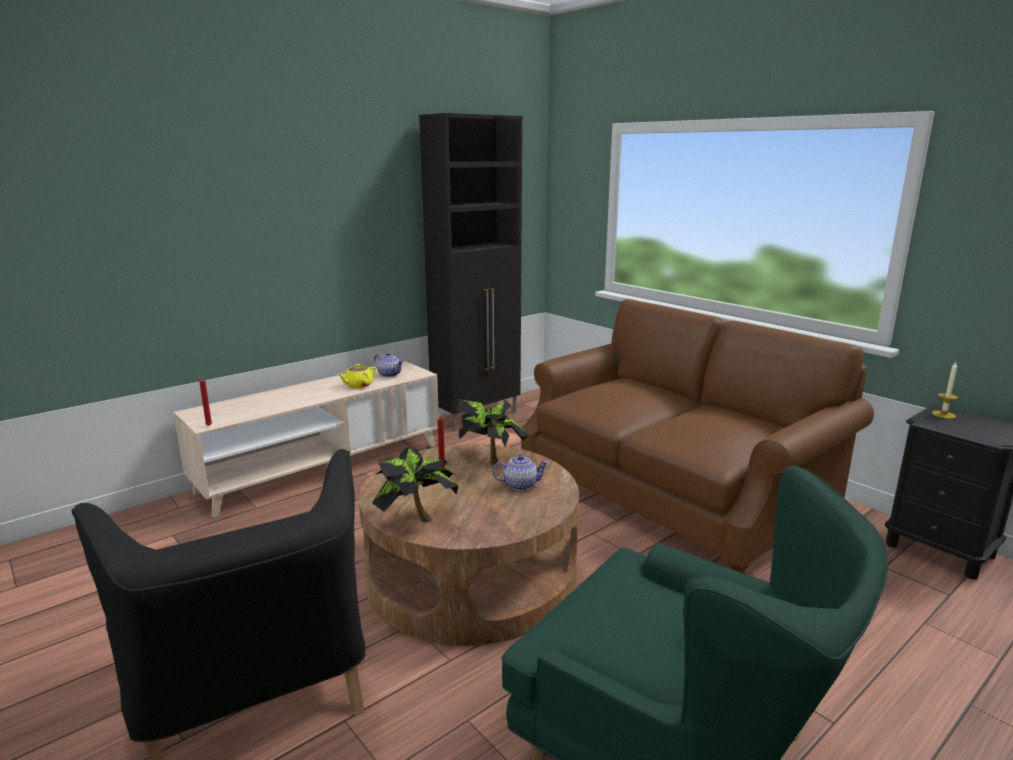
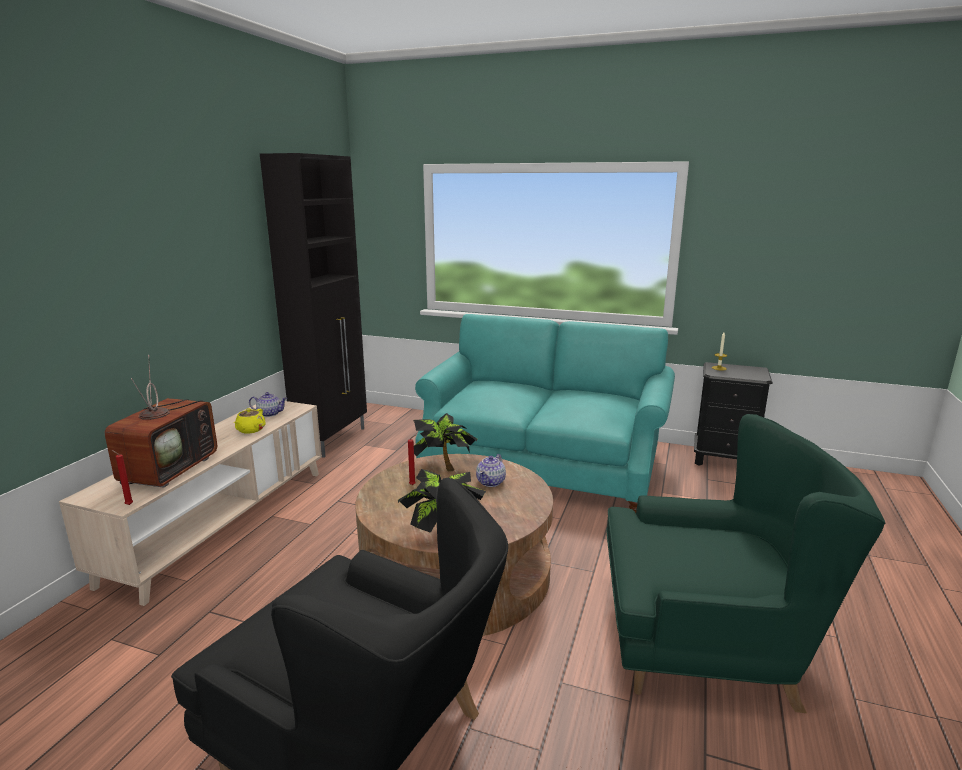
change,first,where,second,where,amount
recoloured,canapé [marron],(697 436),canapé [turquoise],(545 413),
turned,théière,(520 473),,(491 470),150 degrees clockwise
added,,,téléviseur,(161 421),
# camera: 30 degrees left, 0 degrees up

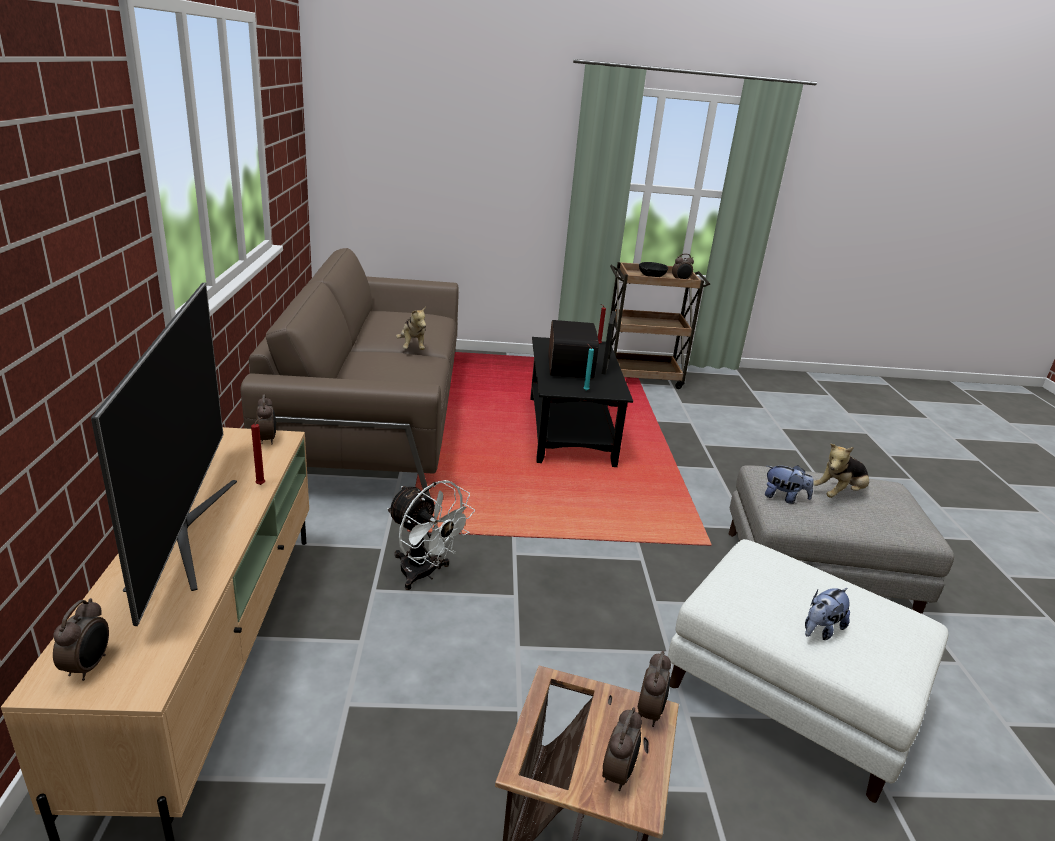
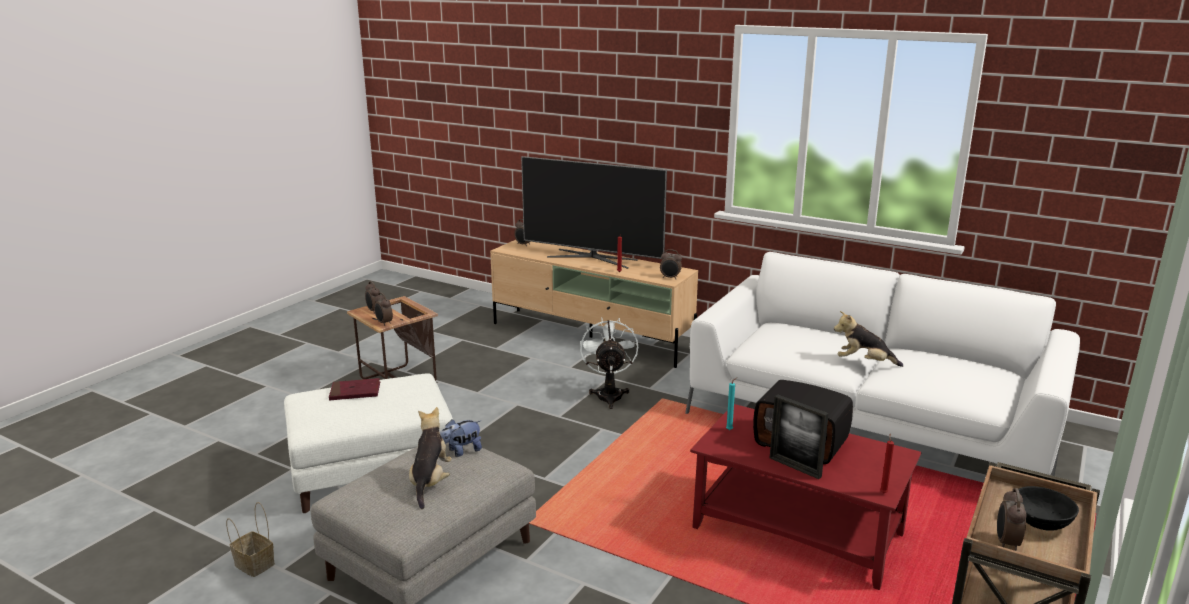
change,first,where,second,where,amount
recoloured,canapé [marron],(350 371),canapé [blanc],(882 366),
recoloured,table basse [noir],(581 402),table basse [rouge],(805 497),
turned,ventilateur [blanc],(431 535),,(609 363),105 degrees clockwise
replaced,peluche,(827 614),livre [rouge],(354 389),
added,,,panier,(250 539),
# camera: 125 degrees right, 5 degrees down

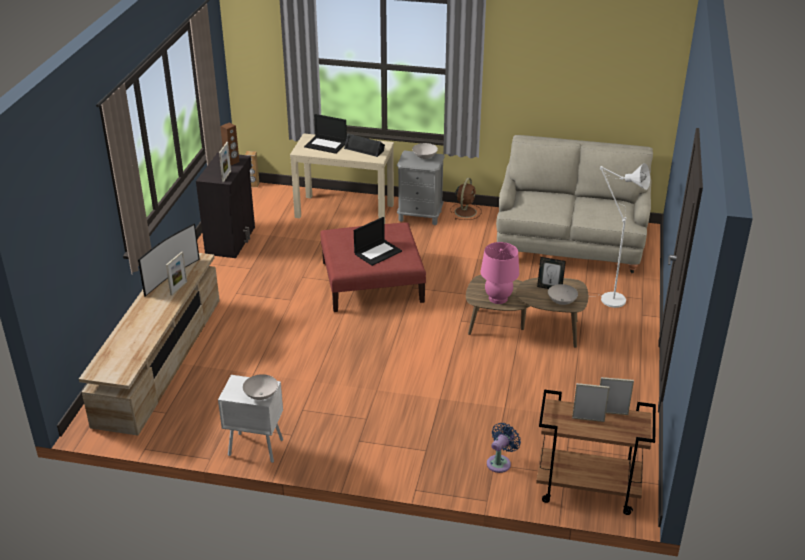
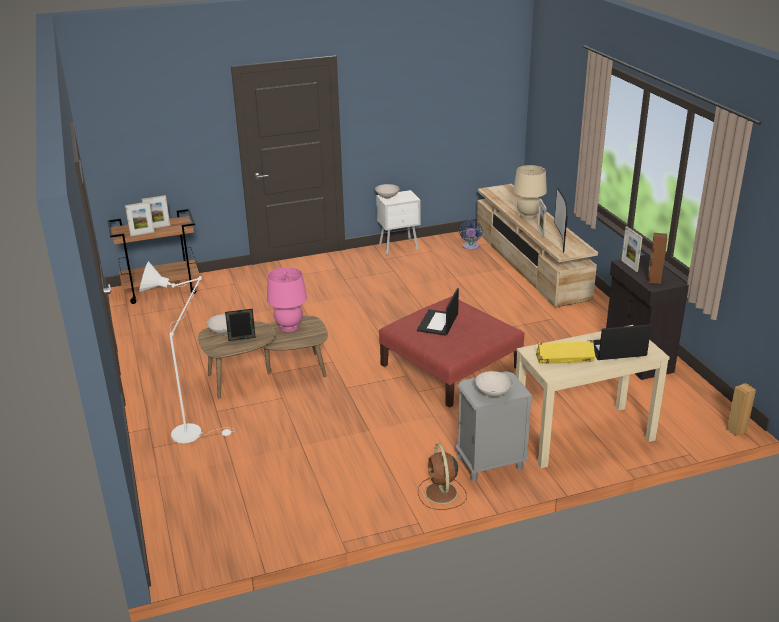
change,first,where,second,where,amount
recoloured,enceinte [noir],(364 145),enceinte [jaune],(565 352),
removed,canapé [beige],(574 204),,,
moved,ventilateur [bleu],(504 448),,(471 235),
added,,,lampe de table [beige],(530 192),
# camera: 150 degrees right, 5 degrees down

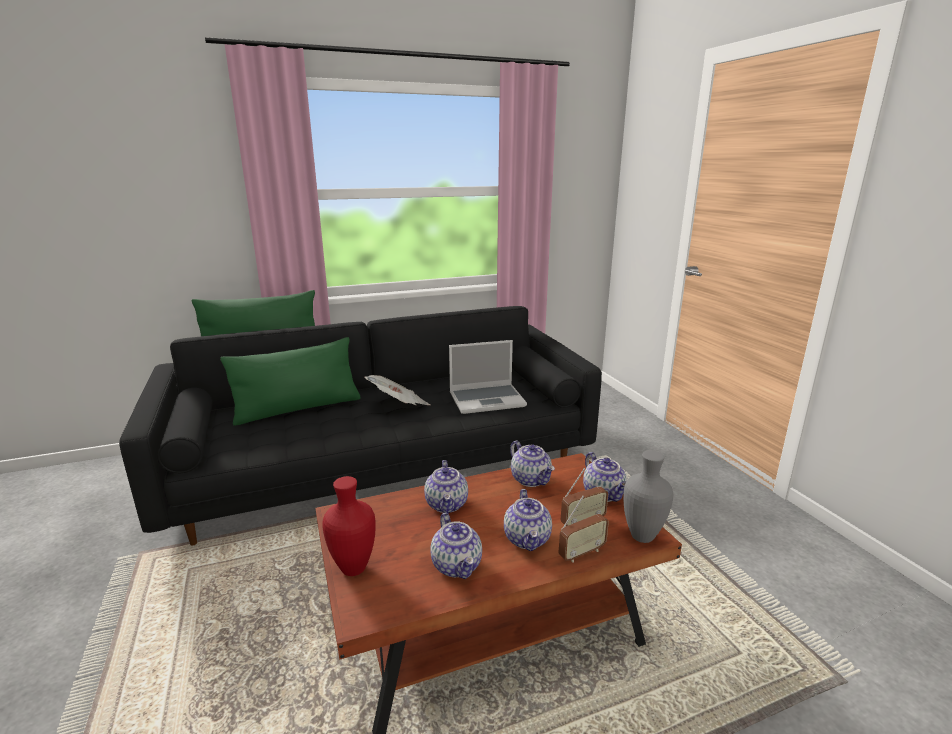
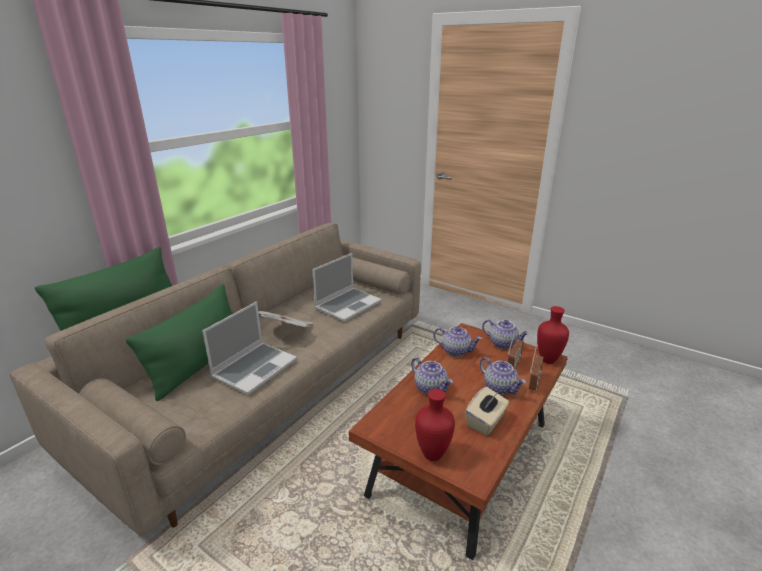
change,first,where,second,where,amount
recoloured,canapé [noir],(360 426),canapé [beige],(215 380),
recoloured,vase [gris],(648 496),vase [rouge],(553 335),
replaced,théière,(456 546),boîte à mouchoirs [beige],(487 411),
added,,,ordinateur portable,(249 348),
# camera: 35 degrees left, 5 degrees up

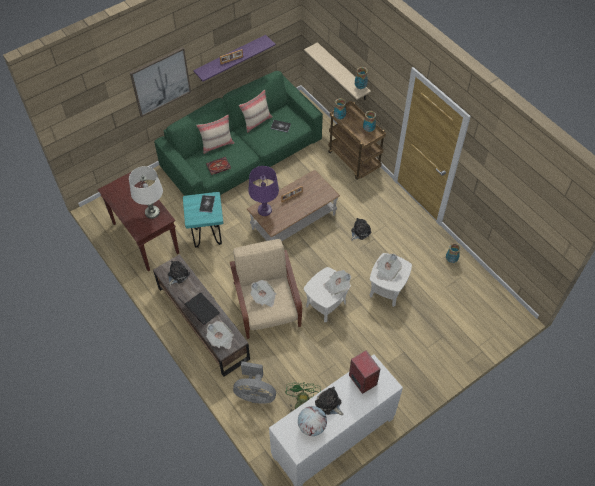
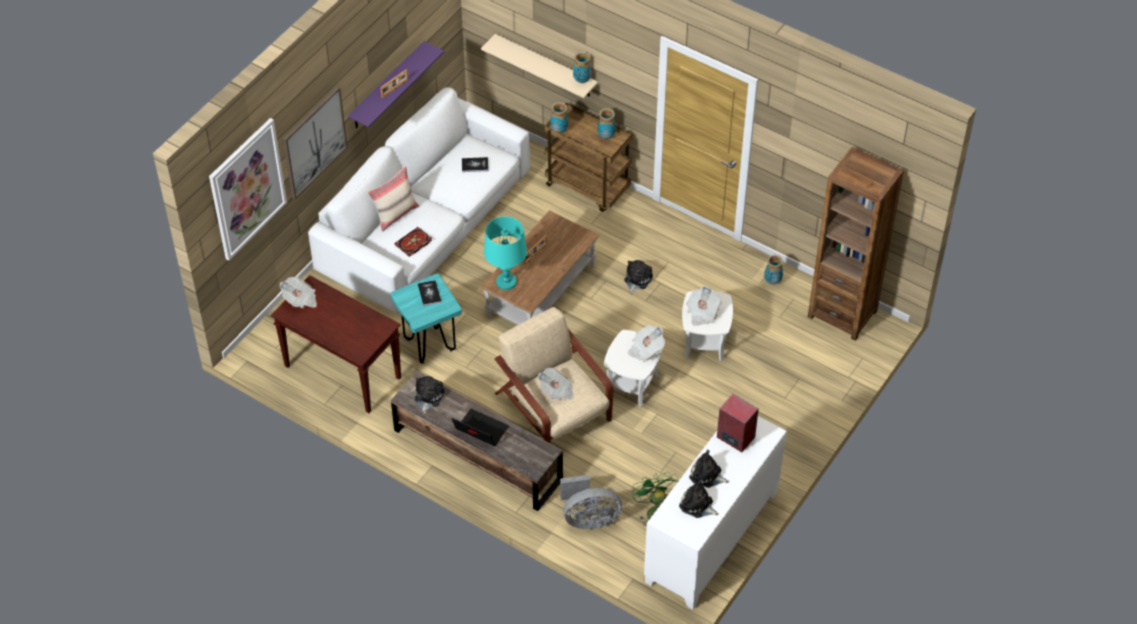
change,first,where,second,where,amount
recoloured,canapé [vert],(238 133),canapé [blanc],(419 200),
removed,coussin [beige],(255 111),,,
removed,lampe de table [blanc],(146 192),,,
recoloured,lampe de table [violet],(263 191),lampe de table [turquoise],(505 253),
moved,journal,(220 335),,(298 292),
replaced,globe,(312 421),peluche,(699 499),
added,,,tableau,(248 189),
added,,,bibliothèque [marron],(856 244),
# camera: 20 degrees left, 5 degrees down

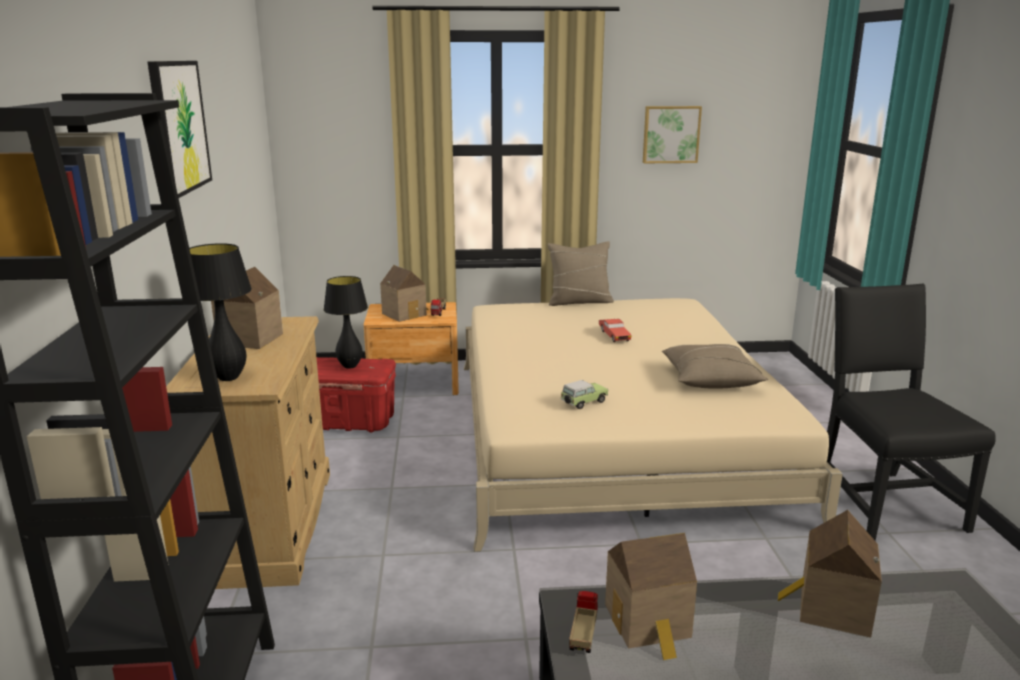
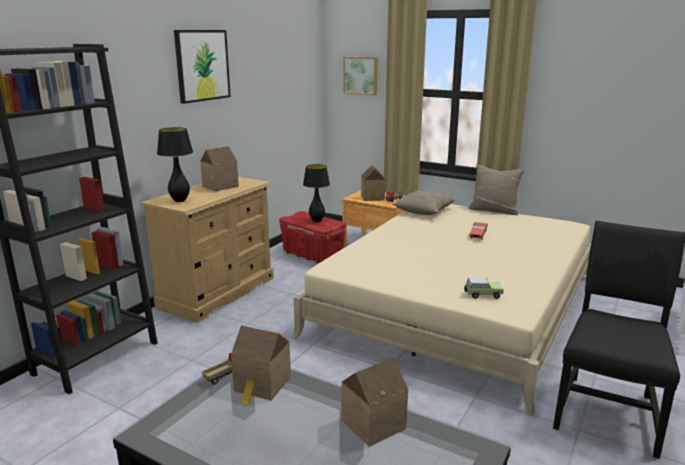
change,first,where,second,where,amount
moved,tableau,(672 134),,(360 76),
moved,coussin [beige],(715 366),,(423 203),
moved,petite voiture,(584 394),,(484 288),
# camera: 35 degrees right, 0 degrees up

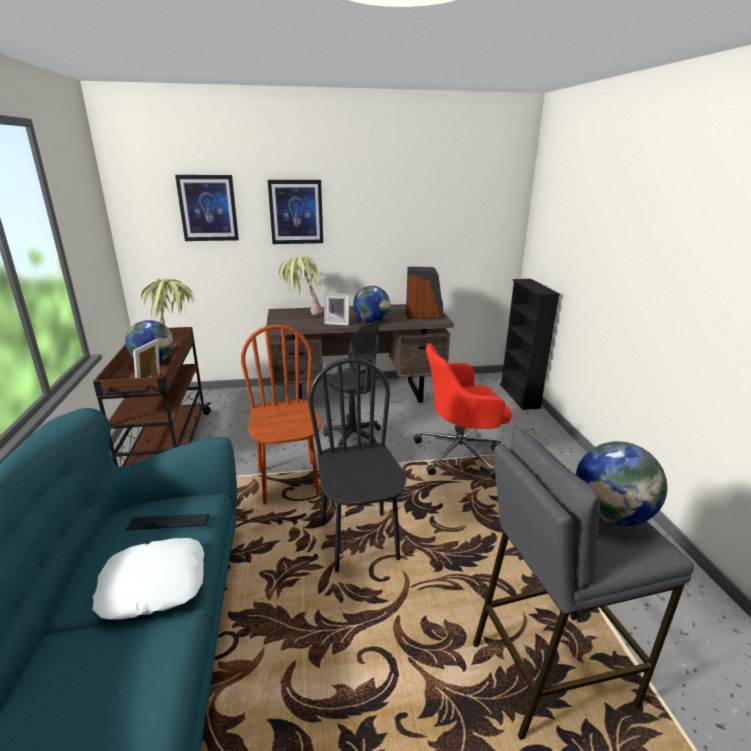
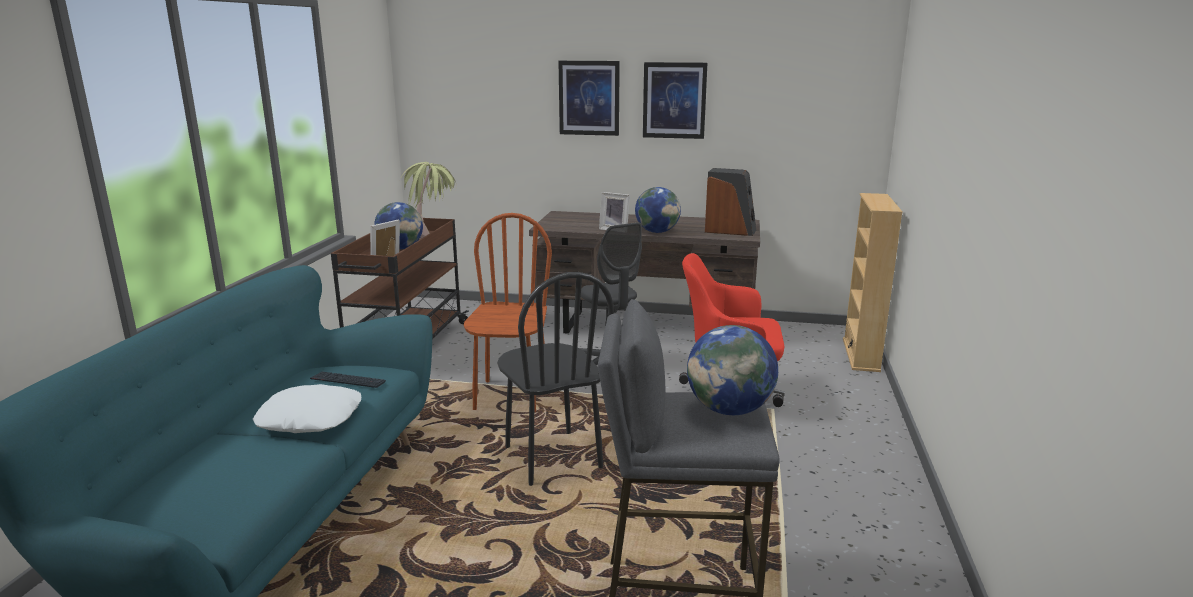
change,first,where,second,where,amount
moved,tableau,(207 208),,(675 100),
removed,plante en pot,(301 286),,,
recoloured,bibliothèque [noir],(530 344),bibliothèque [beige],(873 282),
turned,chaise [noir],(357 465),,(555 379),150 degrees clockwise
# camera: 20 degrees right, 5 degrees down

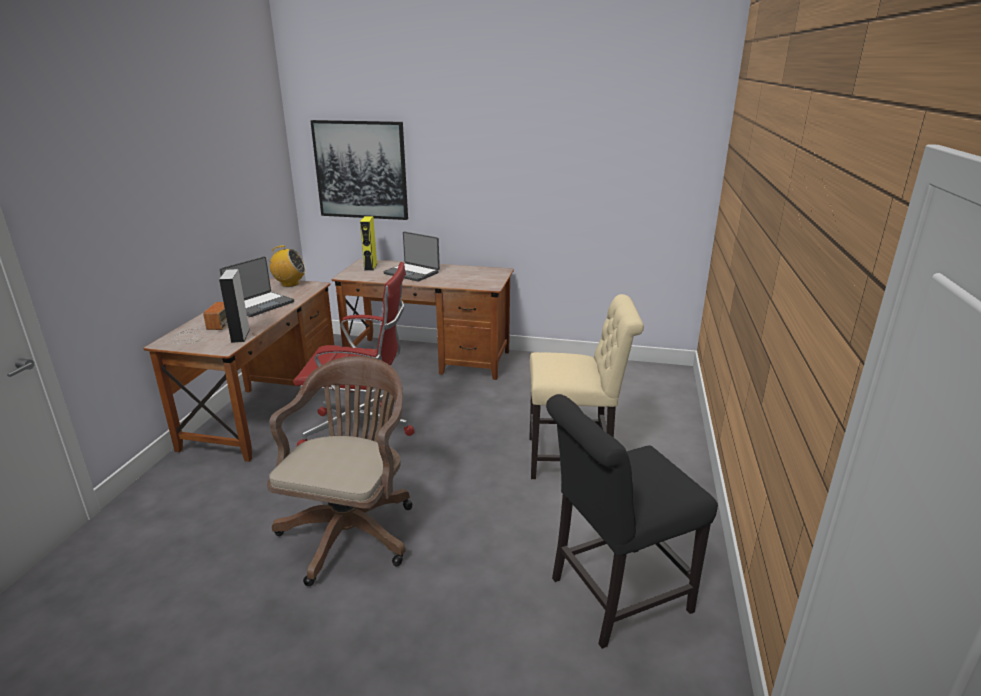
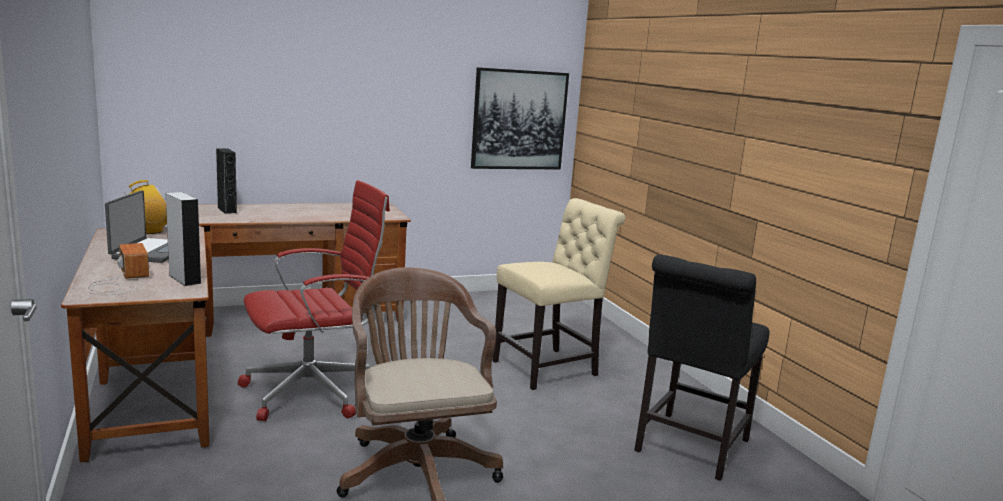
change,first,where,second,where,amount
moved,tableau,(359 170),,(520 118),
recoloured,enceinte [jaune],(368 243),enceinte [noir],(226 181),
removed,ordinateur portable,(411 256),,,
# camera: 35 degrees left, 10 degrees down

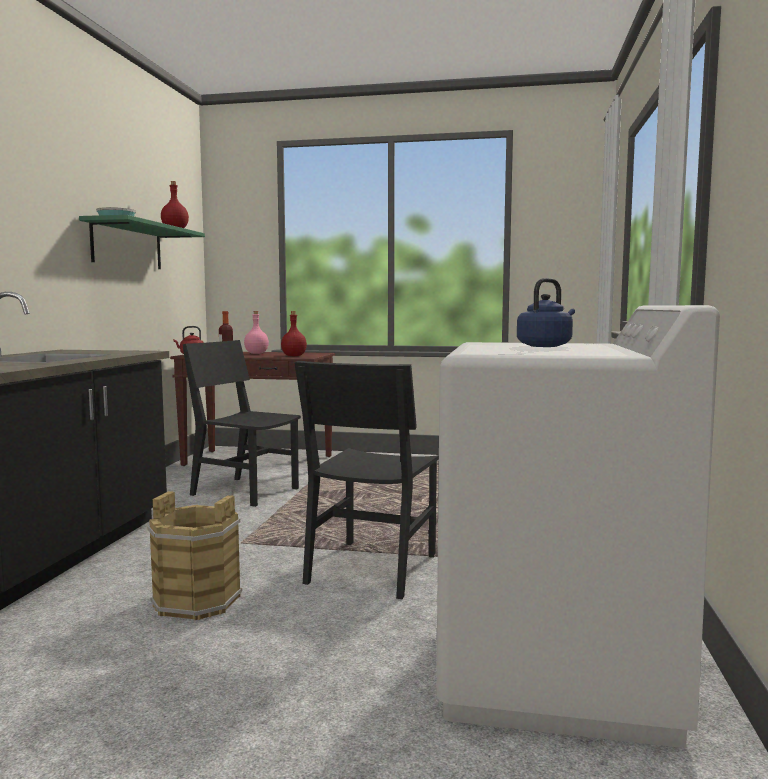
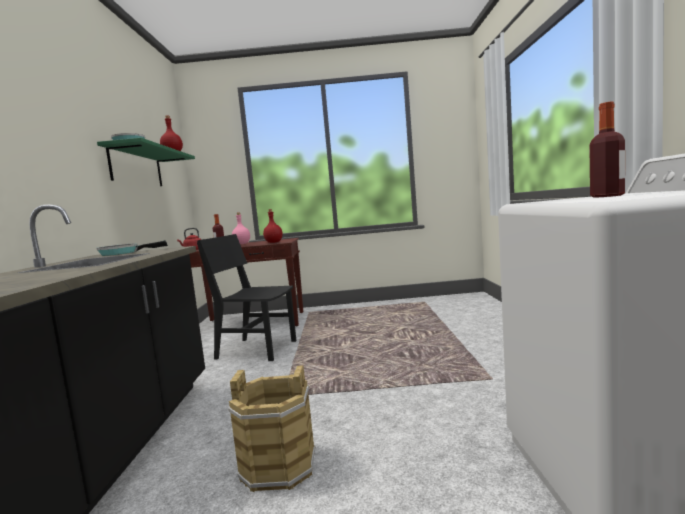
change,first,where,second,where,amount
replaced,bouilloire [bleu],(546 312),bouteille,(607 150),
removed,chaise [noir],(366 480),,,
added,,,poêle,(132 248),
# camera: 10 degrees left, 0 degrees up

